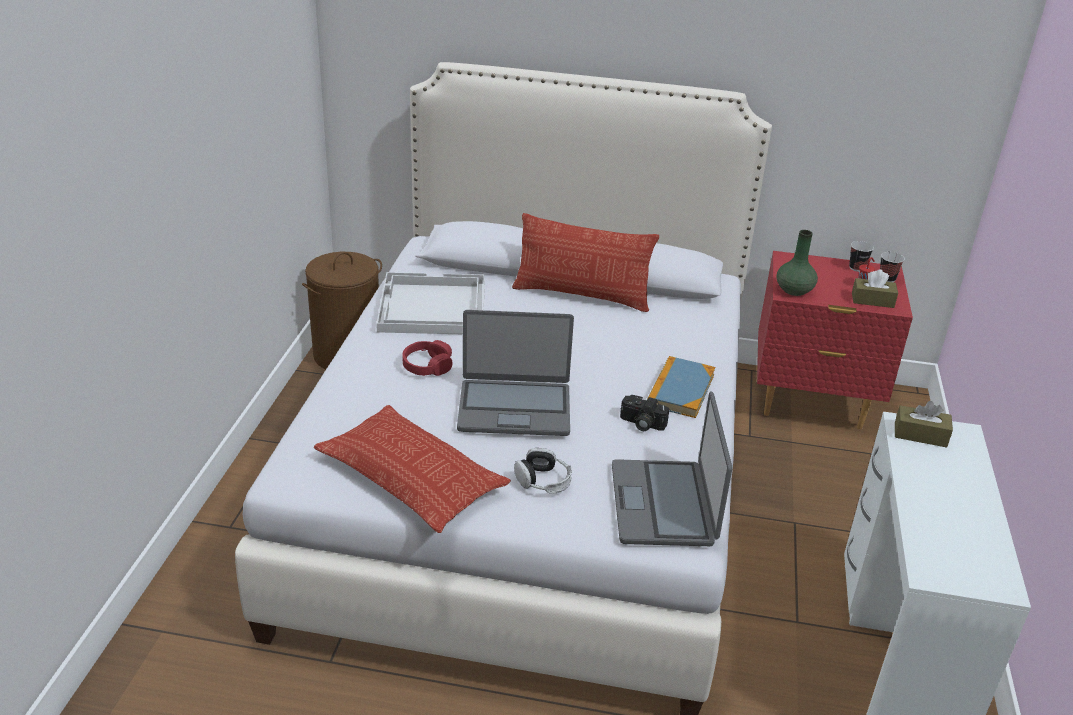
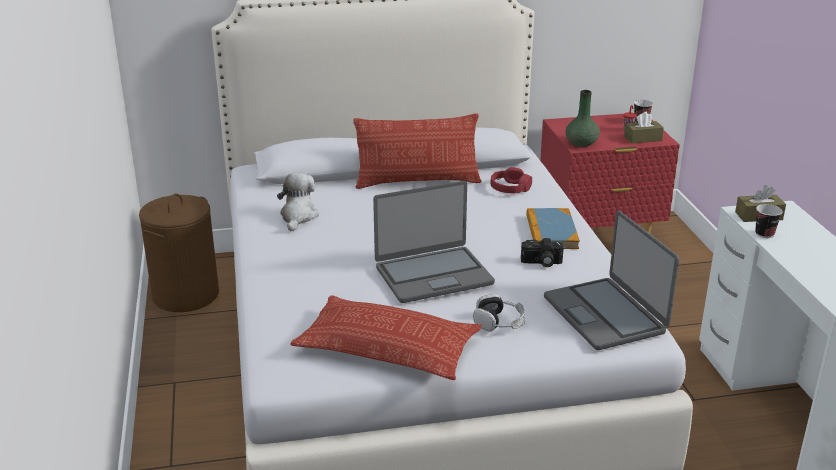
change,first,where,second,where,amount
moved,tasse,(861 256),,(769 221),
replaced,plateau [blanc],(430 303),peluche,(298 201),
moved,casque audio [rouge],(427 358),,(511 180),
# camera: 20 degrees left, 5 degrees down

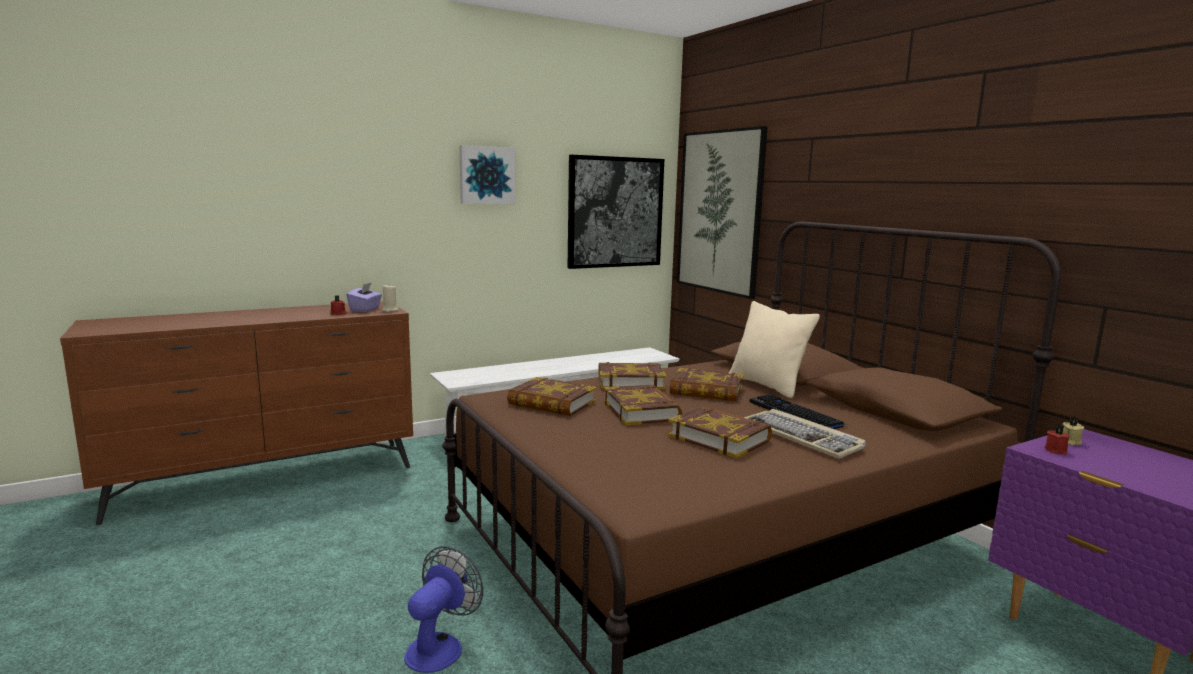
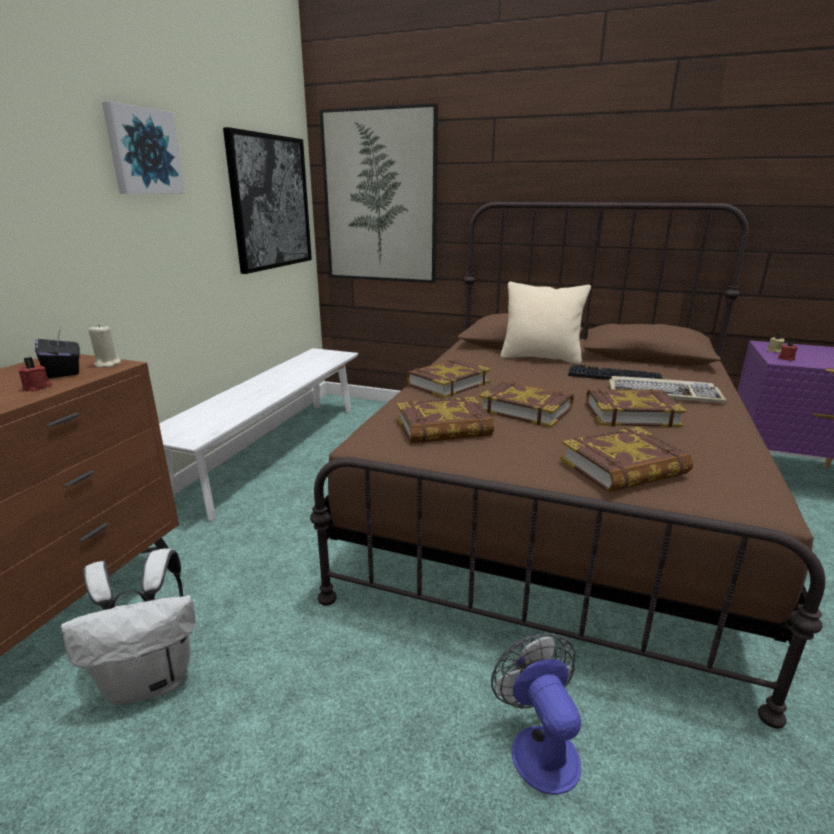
change,first,where,second,where,amount
recoloured,boîte à mouchoirs [violet],(364 297),boîte à mouchoirs [noir],(57 353),
moved,livre,(707 384),,(626 459),
added,,,sac à dos [blanc],(128 626),
# camera: 40 degrees left, 10 degrees up

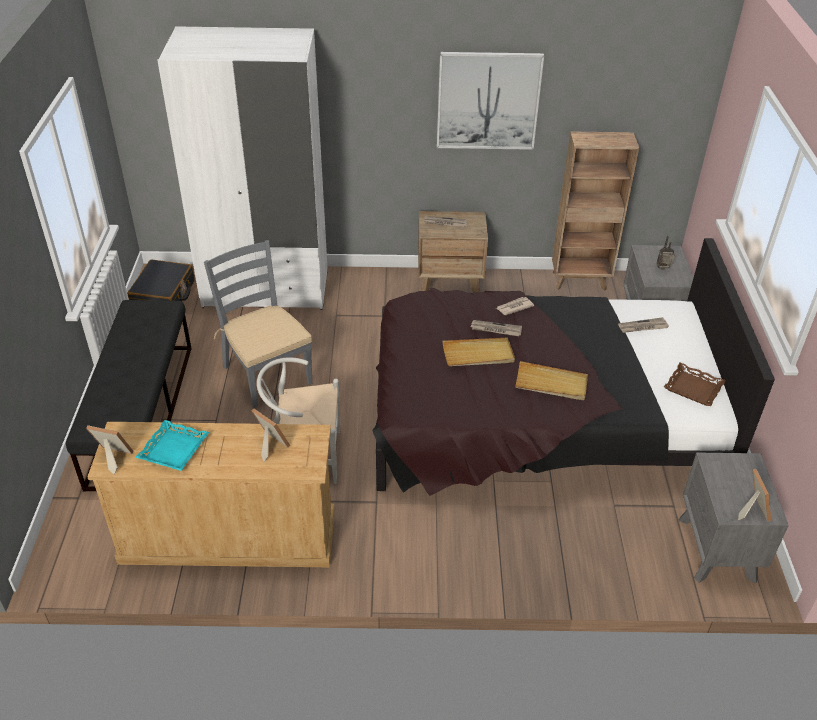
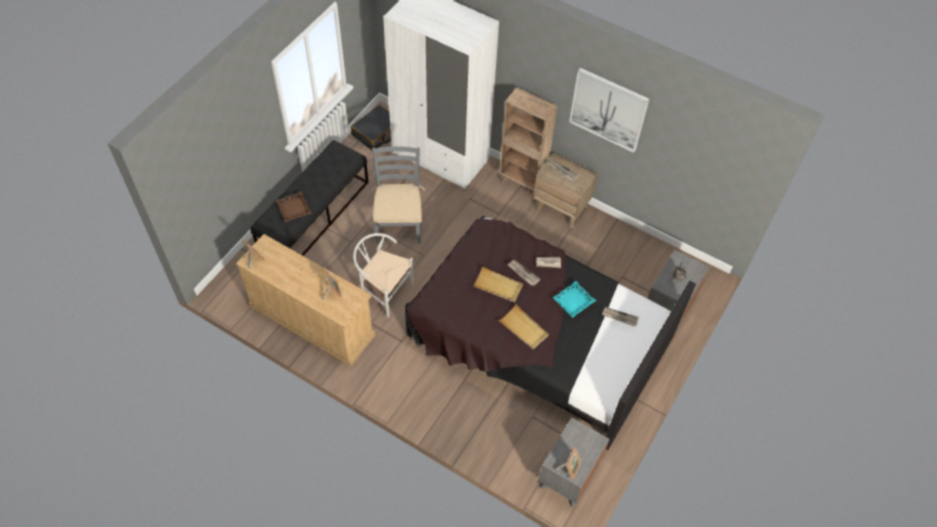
change,first,where,second,where,amount
moved,bibliothèque [marron],(595 211),,(528 142),
moved,plateau [marron],(695 384),,(293 206),
moved,plateau [turquoise],(172 445),,(574 299),
# camera: 30 degrees right, 15 degrees up

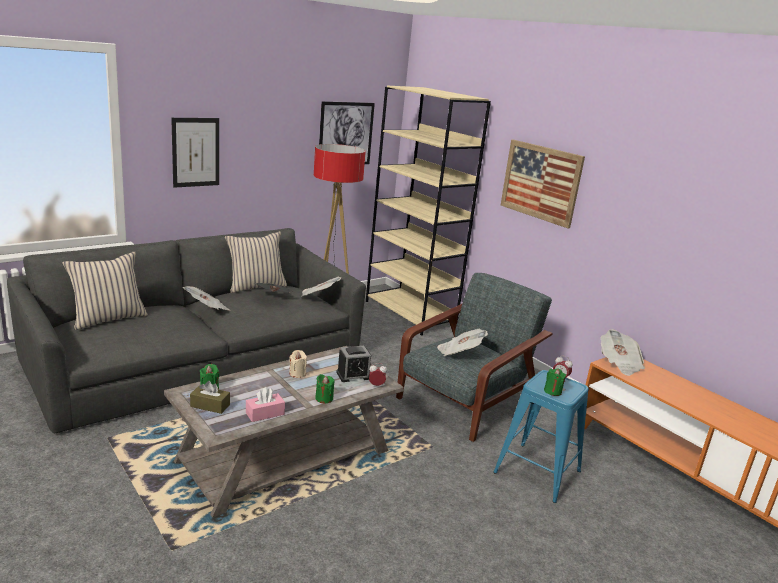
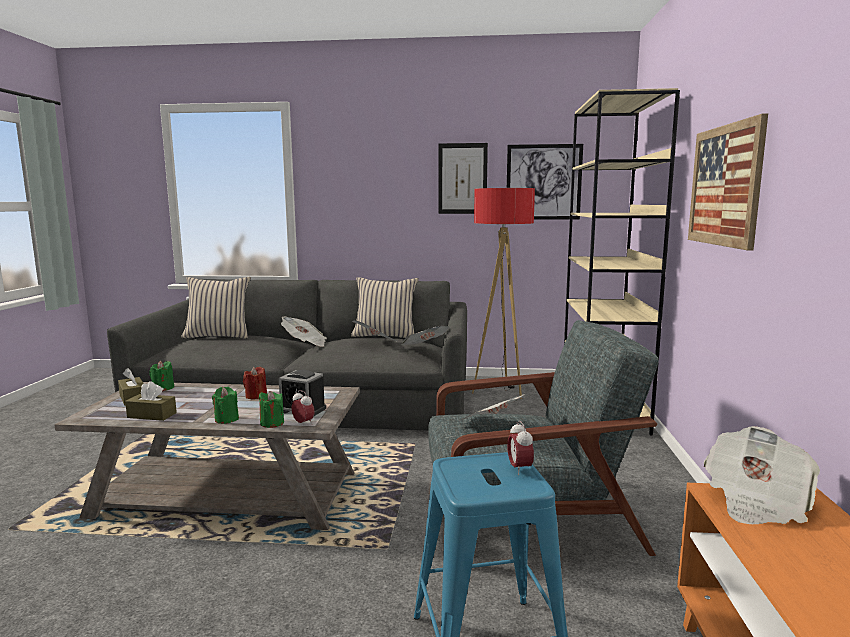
change,first,where,second,where,amount
moved,tableau,(195 153),,(463 178),
recoloured,bougie [beige],(298 364),bougie [rouge],(255 383),
moved,bougie [vert],(555 382),,(271 409),
recoloured,boîte à mouchoirs [rose],(265 404),boîte à mouchoirs [marron],(151 401),
# camera: 45 degrees right, 10 degrees down

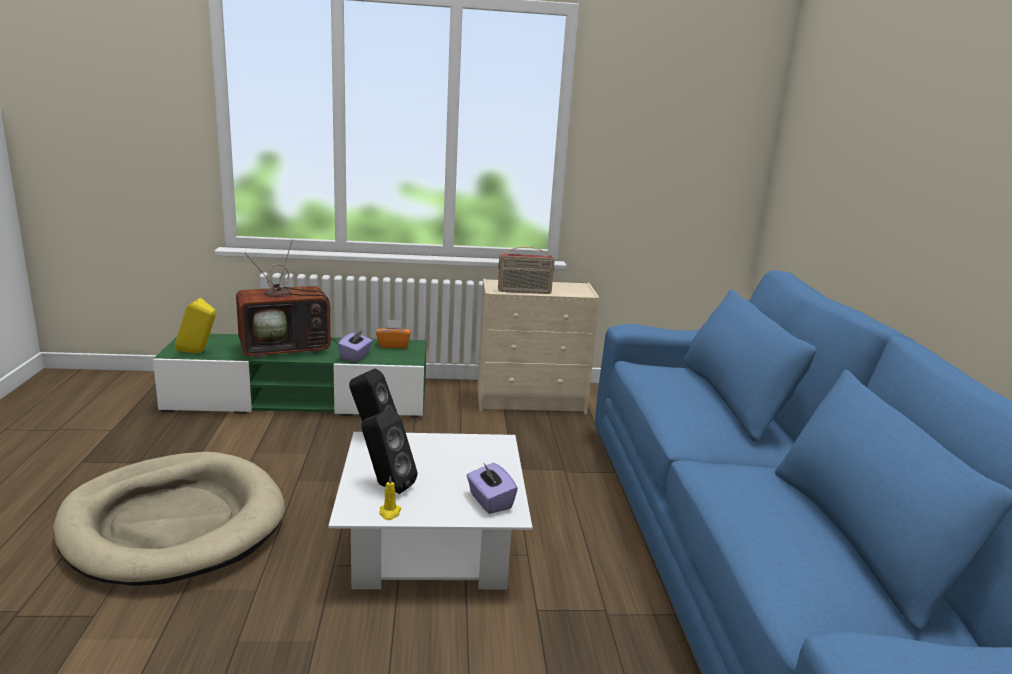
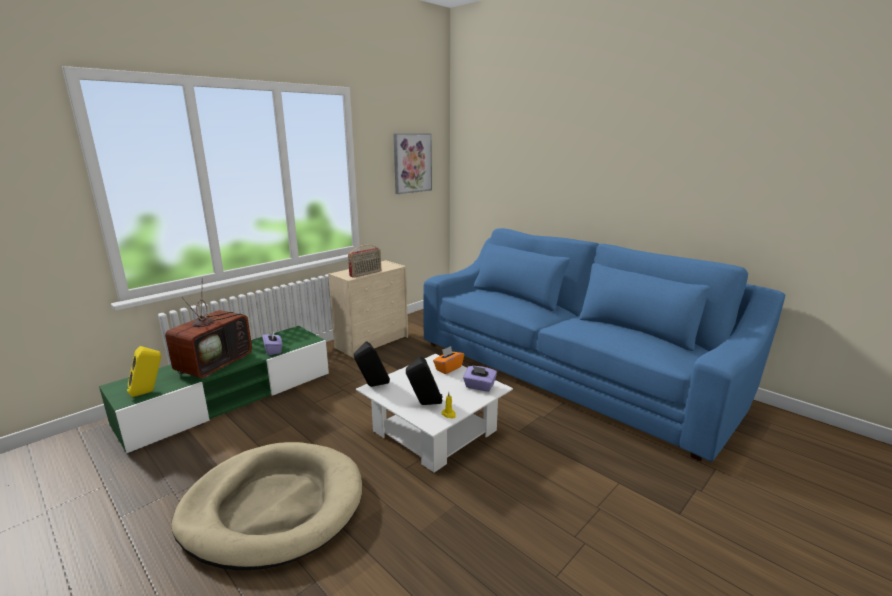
change,first,where,second,where,amount
moved,boîte à mouchoirs [orange],(393 333),,(448 360),
added,,,tableau,(413 163),
# camera: 40 degrees left, 0 degrees up

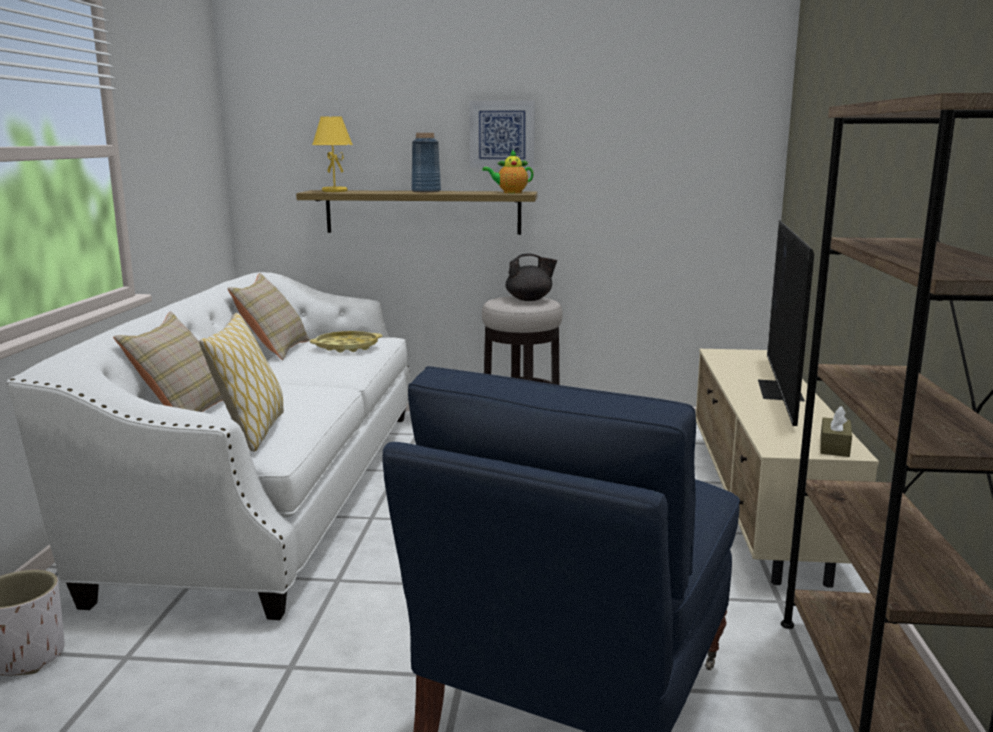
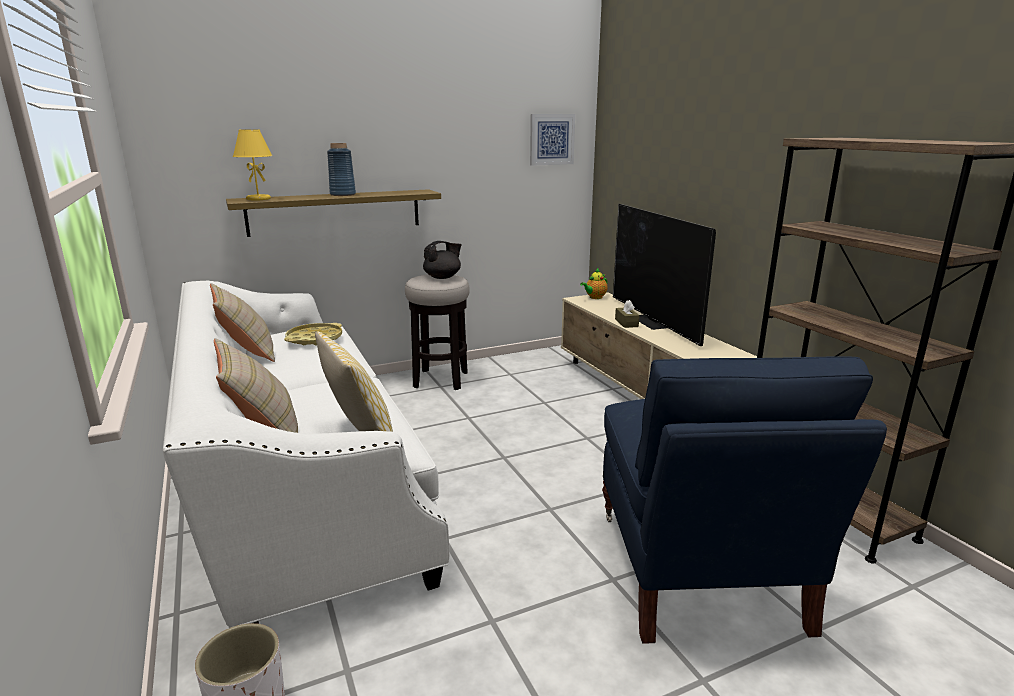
change,first,where,second,where,amount
moved,tableau,(502 134),,(552 140),
moved,théière,(508 171),,(594 283),
moved,boîte à mouchoirs [marron],(836 431),,(627 314),
# camera: 30 degrees left, 5 degrees up

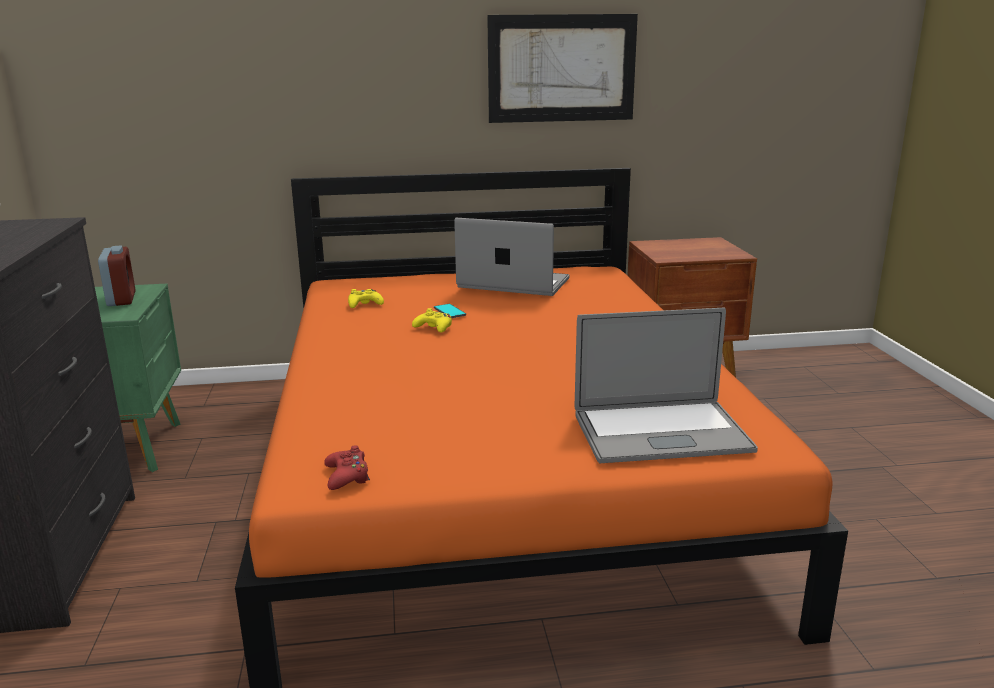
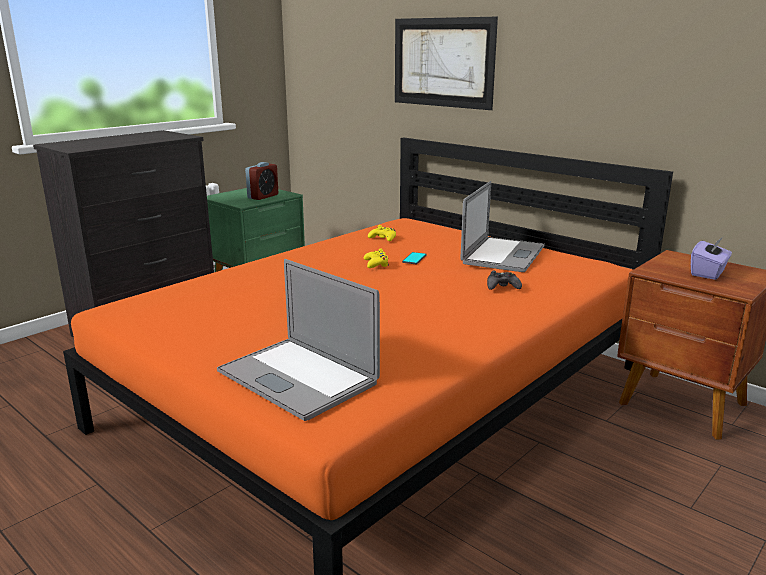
change,first,where,second,where,amount
moved,tableau,(562 68),,(446 63),
turned,ordinateur portable,(512 257),,(502 226),45 degrees clockwise
removed,manette [rouge],(347 467),,,
added,,,boîte à mouchoirs [violet],(711 258),
added,,,manette [noir],(504 280),
# camera: 50 degrees right, 0 degrees up

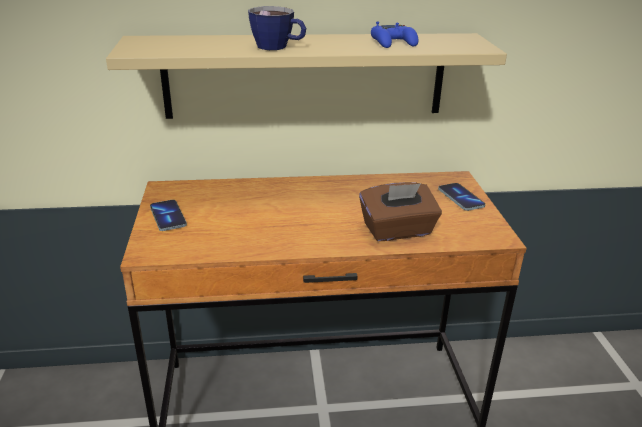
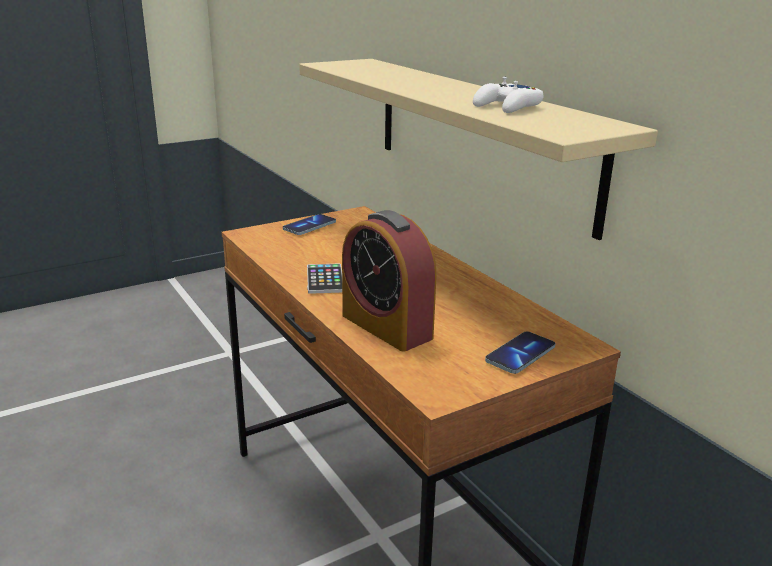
change,first,where,second,where,amount
removed,tasse,(277 28),,,
recoloured,manette [bleu],(394 35),manette [blanc],(508 95),
replaced,boîte à mouchoirs [marron],(400 211),réveil,(389 281),
added,,,téléphone,(324 279),
# camera: 65 degrees right, 5 degrees down

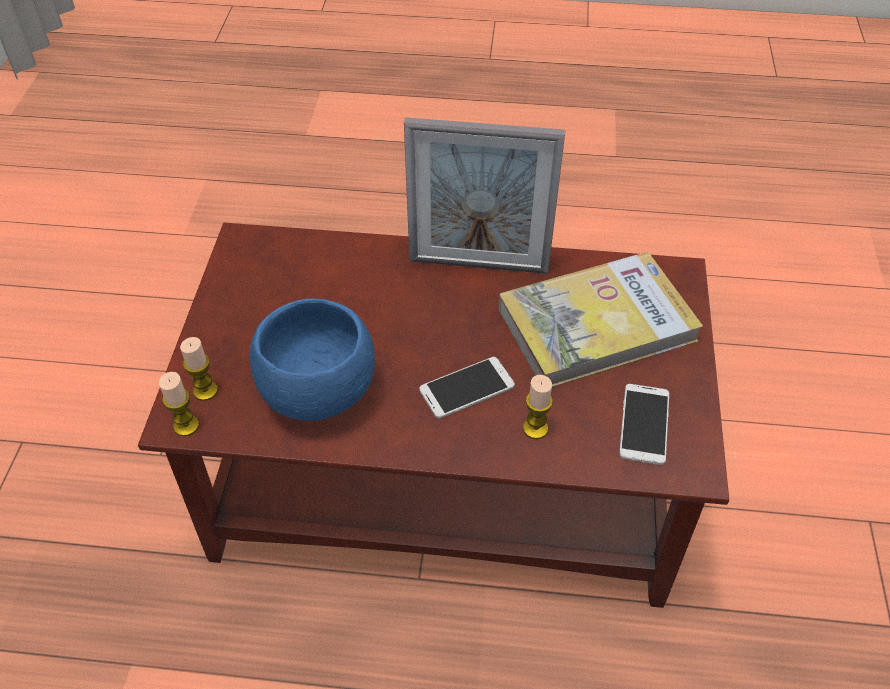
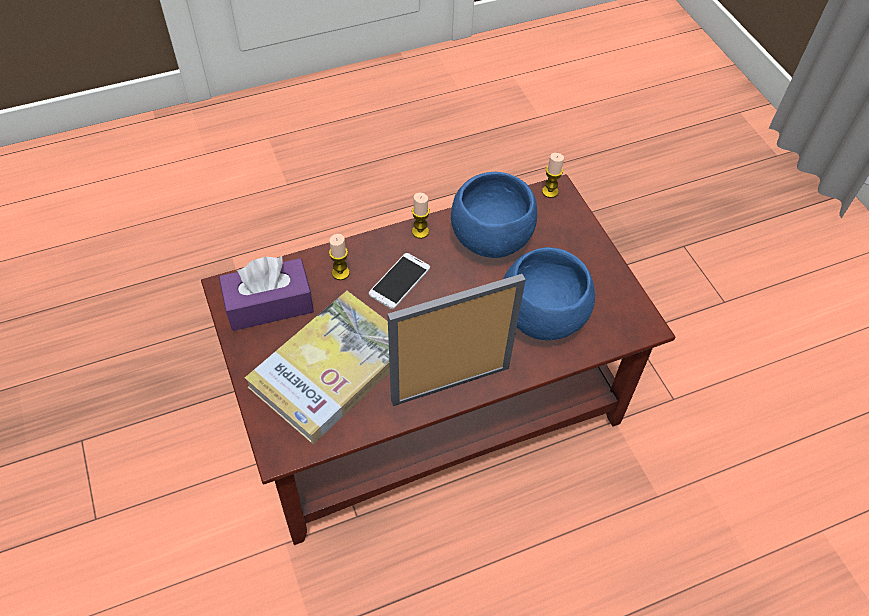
change,first,where,second,where,amount
moved,bougie,(199 369),,(421 216),
replaced,téléphone,(644 424),boîte à mouchoirs [violet],(266 293),
added,,,bol [bleu],(549 293),
# camera: 150 degrees right, 5 degrees up

